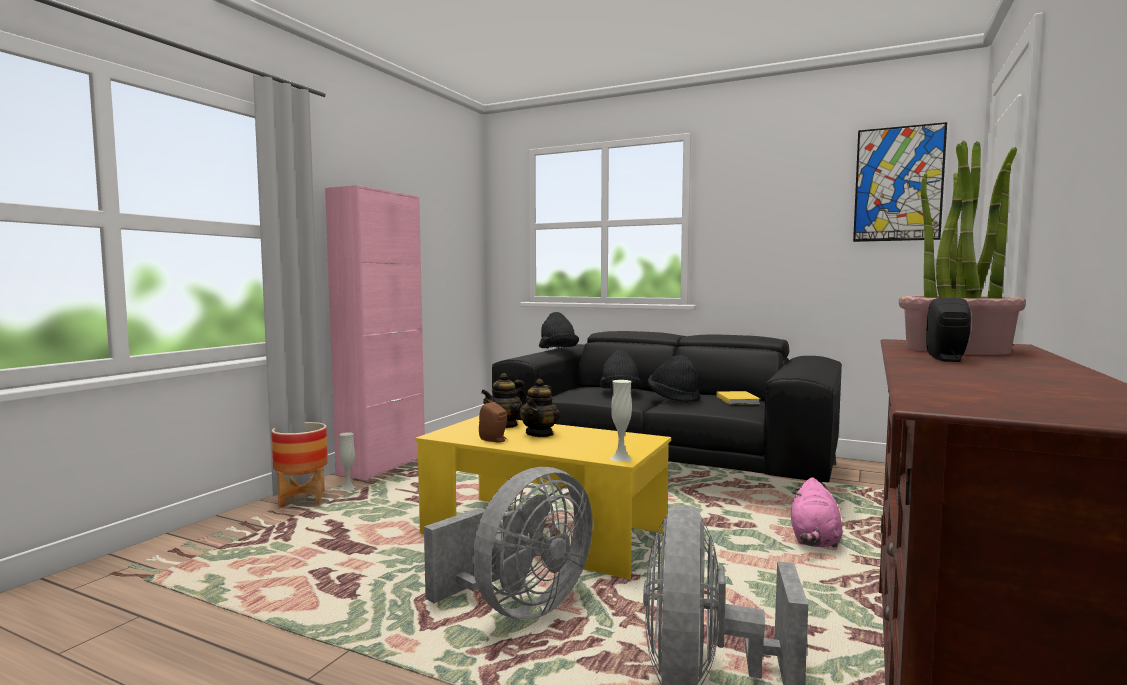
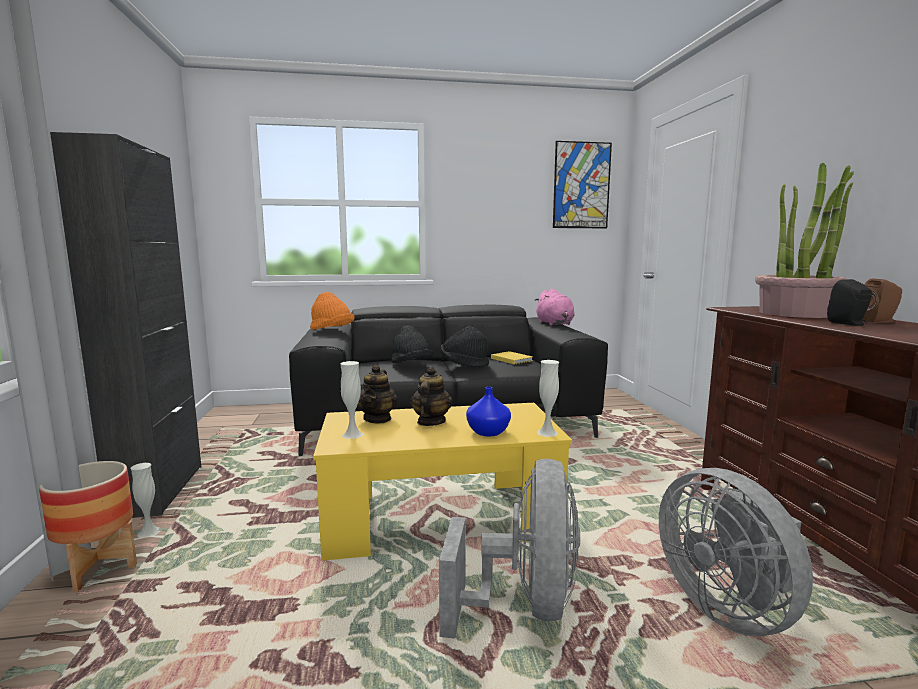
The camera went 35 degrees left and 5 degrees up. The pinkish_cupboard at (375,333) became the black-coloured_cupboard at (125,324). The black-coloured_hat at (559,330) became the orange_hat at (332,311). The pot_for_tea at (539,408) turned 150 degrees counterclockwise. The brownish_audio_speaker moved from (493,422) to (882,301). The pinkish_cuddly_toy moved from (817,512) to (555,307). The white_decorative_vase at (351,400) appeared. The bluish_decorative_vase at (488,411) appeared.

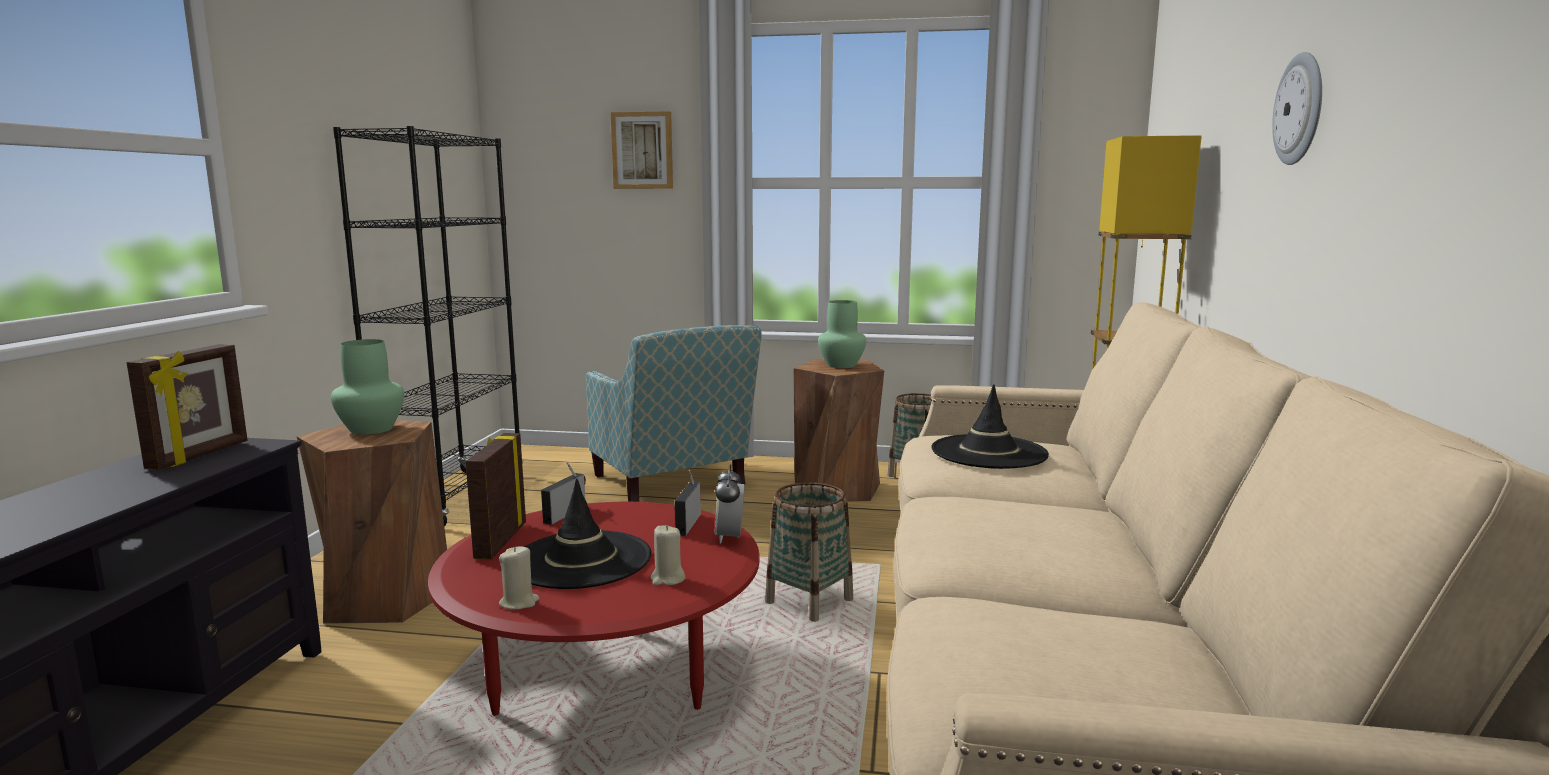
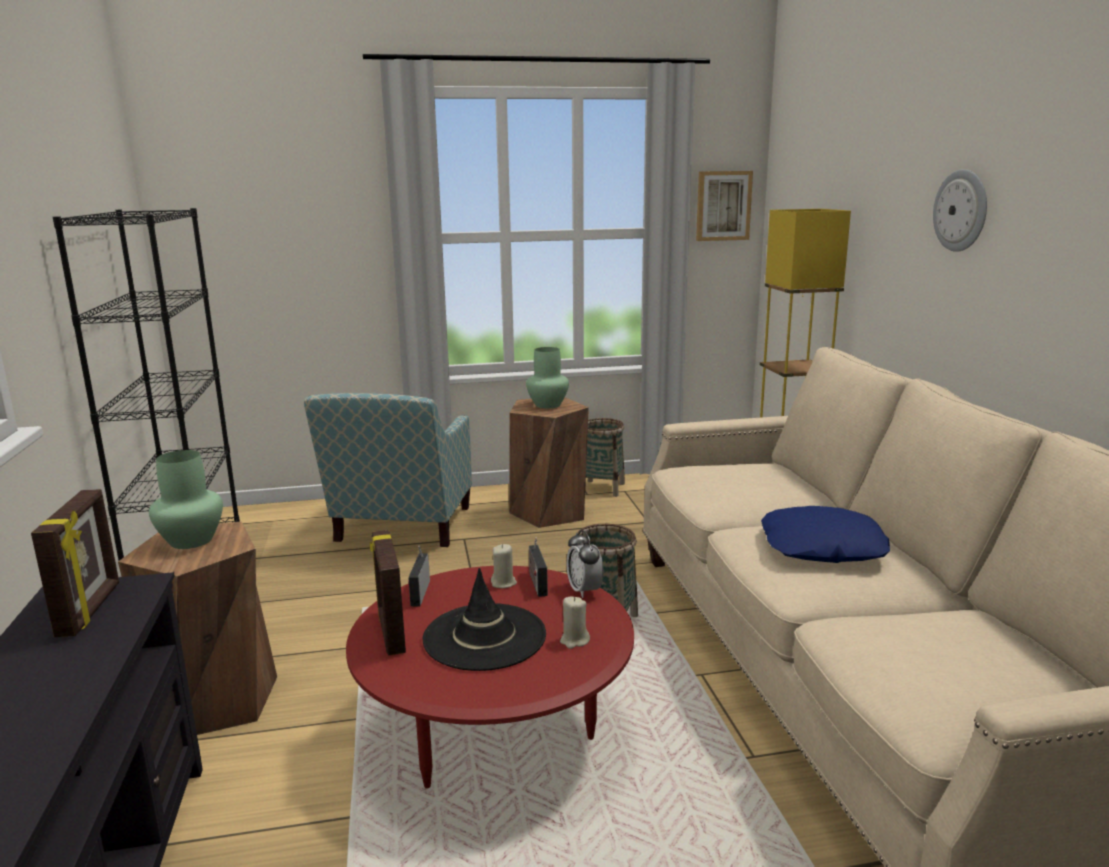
The camera went 20 degrees left and 5 degrees up. The wall_art moved from (642,150) to (724,206). The easy_chair at (674,413) turned 60 degrees clockwise. The black-coloured_hat at (990,426) disappeared. The beige-coloured_wax_light moved from (519,578) to (504,566). The bluish_throw_pillow at (825,534) appeared.

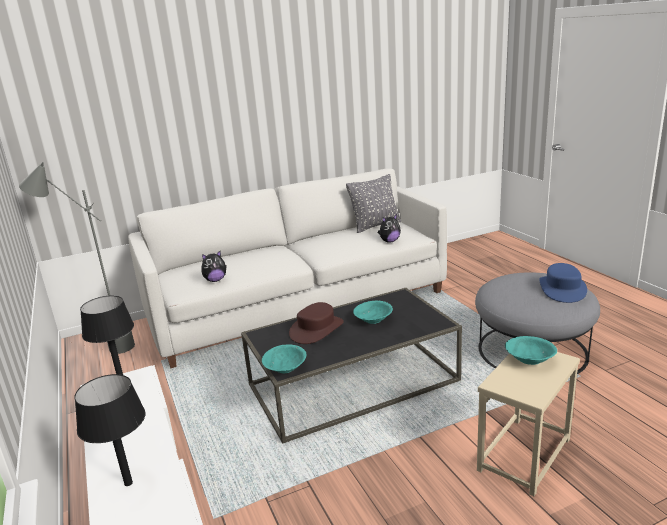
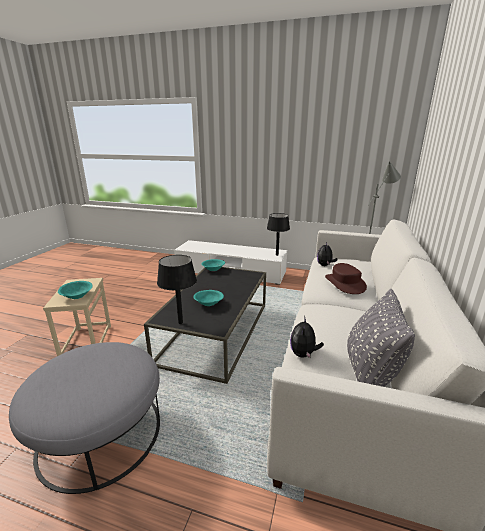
The camera went 130 degrees right and 0 degrees up. The bluish_hat at (563,283) disappeared. The brownish_hat moved from (316,323) to (346,278). The black-coloured_table_lamp moved from (110,430) to (177,289).

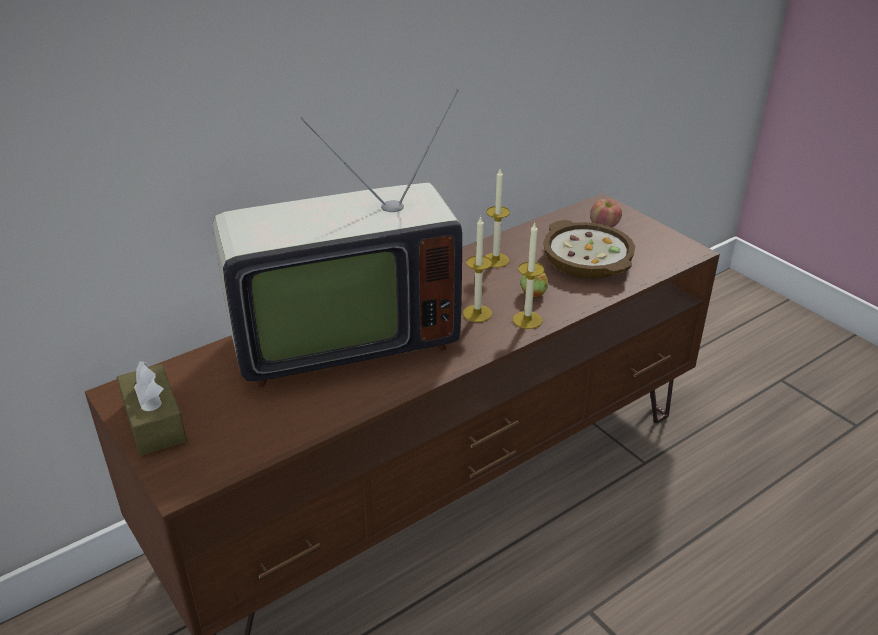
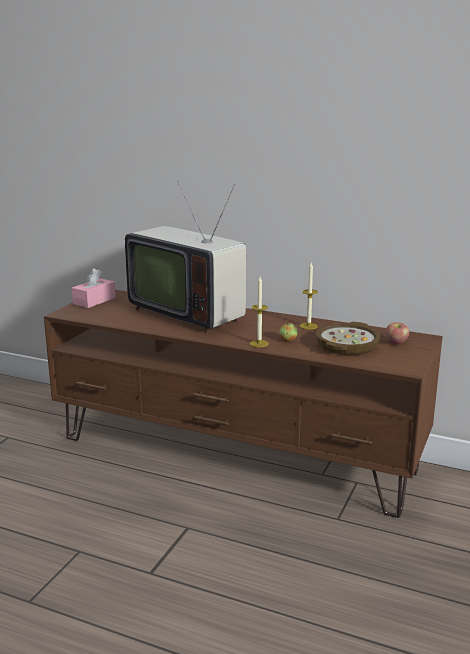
The camera went 60 degrees right and 15 degrees down. The wax_light at (477,269) disappeared. The brownish_tissue_box at (152,408) became the pinkish_tissue_box at (94,288).

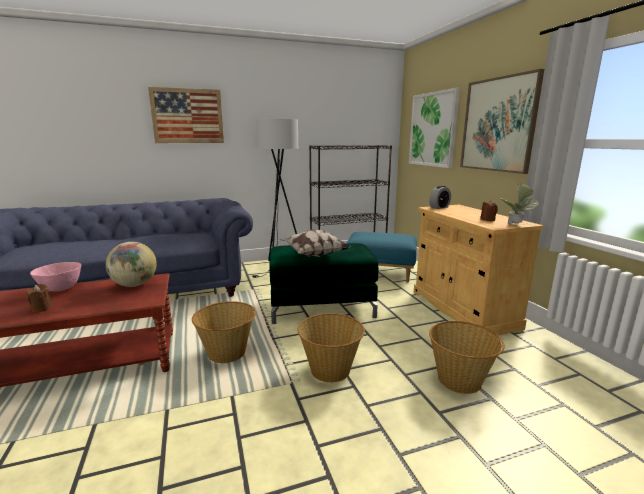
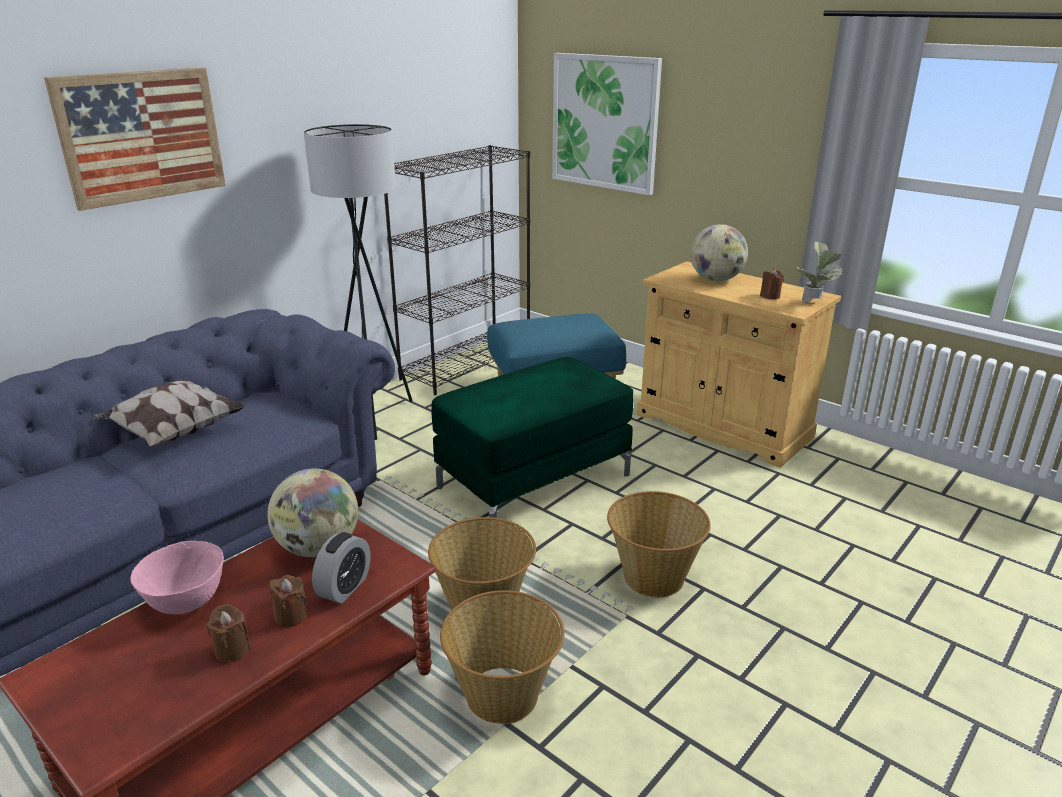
The camera went 30 degrees left and 10 degrees up. The wall_art at (502,121) disappeared. The bedside_clock moved from (440,197) to (341,567). The throw_pillow moved from (314,243) to (168,412). The storage_basket moved from (467,357) to (502,657). The world_globe at (719,252) appeared. The brownish_wax_light at (288,601) appeared.

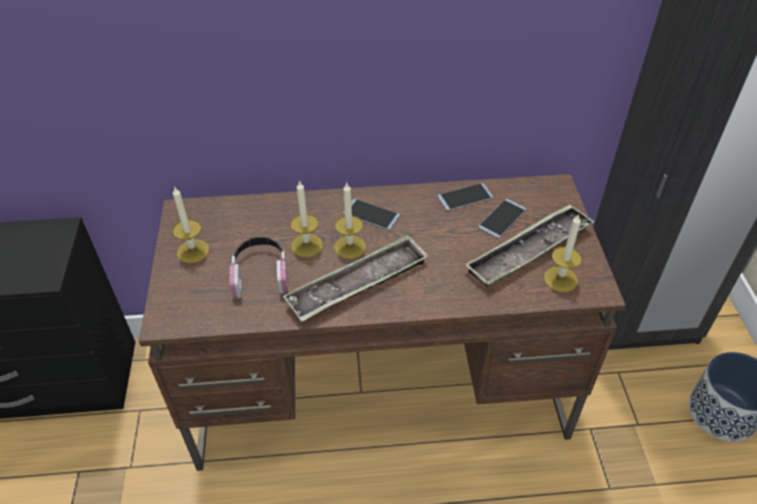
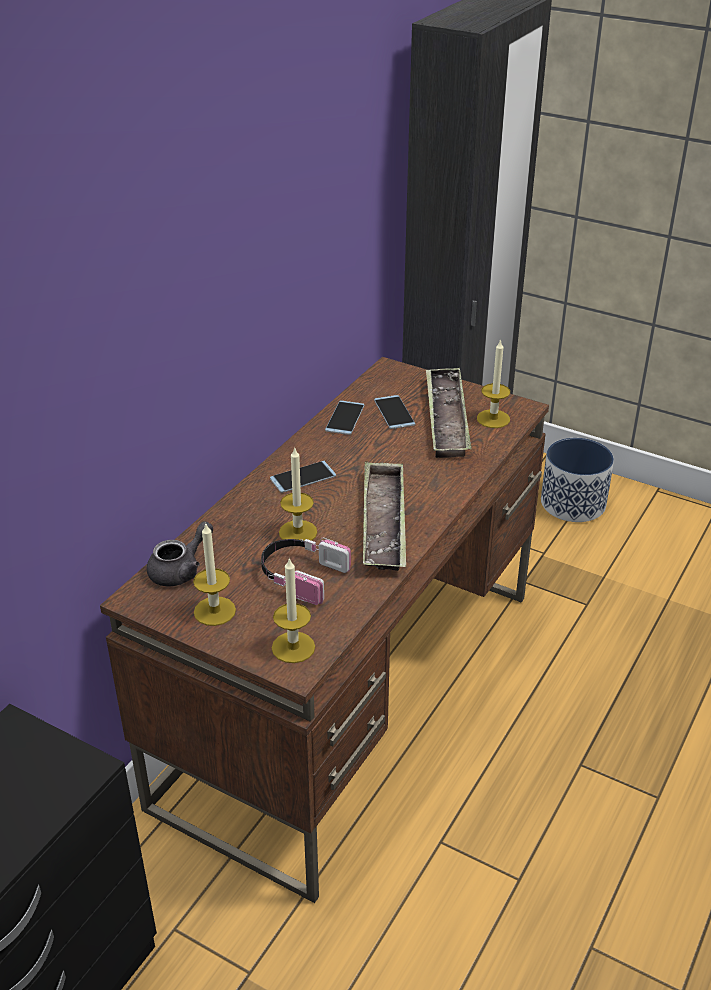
The camera went 55 degrees left and 10 degrees down. The wax_light moved from (350,220) to (293,610). The gray_pot_for_tea at (180,554) appeared.

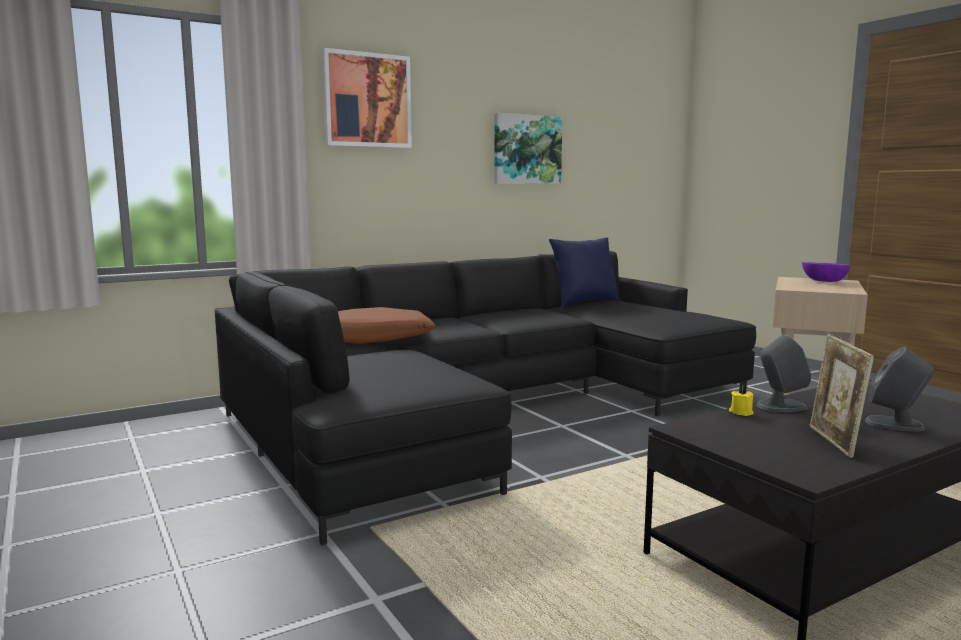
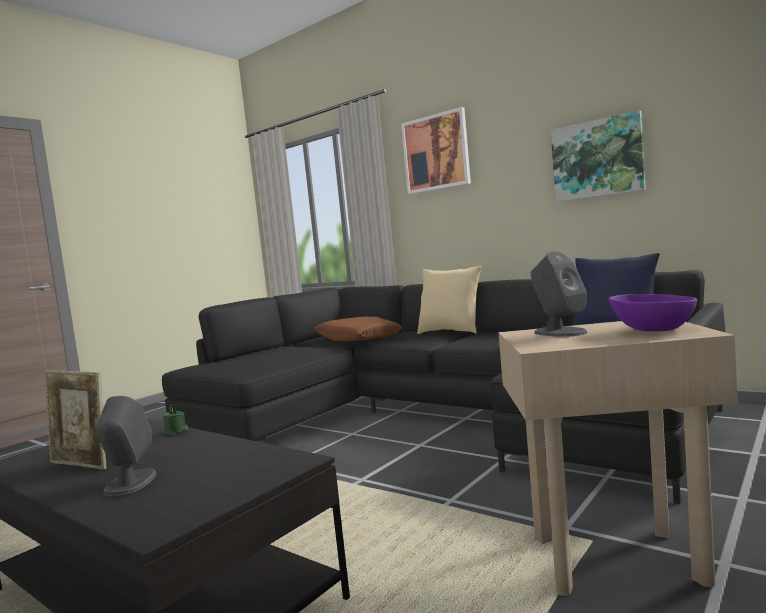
The camera went 70 degrees right and 5 degrees down. The picture_frame at (842,396) turned 135 degrees counterclockwise. The gray_audio_speaker moved from (784,373) to (559,294). The yellowish_wax_light at (741,399) became the greenish_wax_light at (176,419). The beige-coloured_throw_pillow at (449,300) appeared.

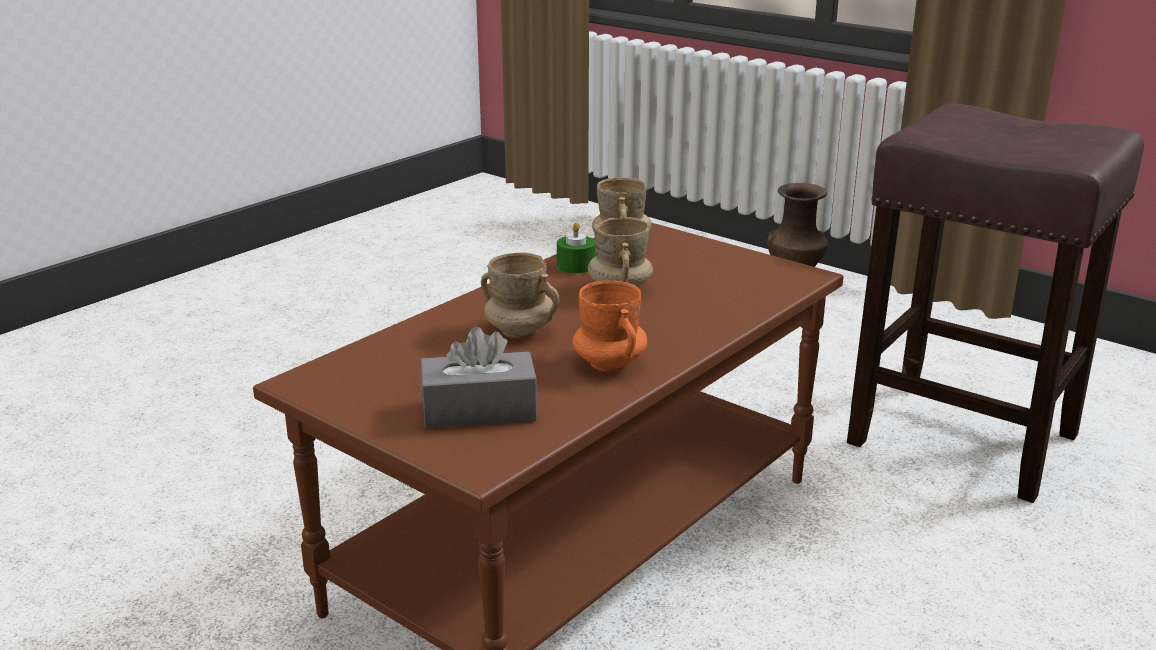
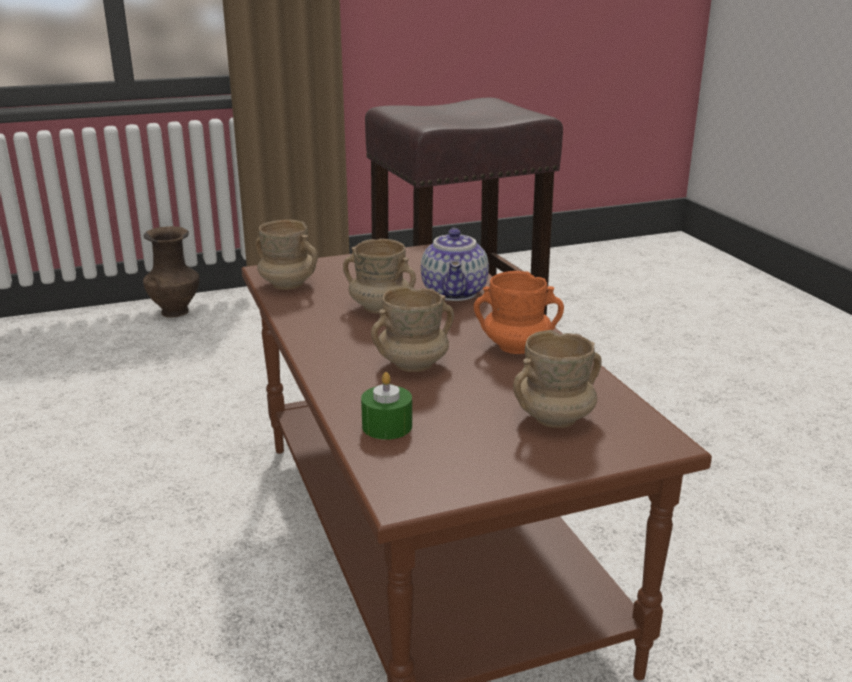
The camera went 60 degrees left and 0 degrees up. The greenish_wax_light moved from (576,247) to (386,406). The gray_tissue_box at (479,377) was replaced by the beige-coloured_coffee_mug at (557,379). The pot_for_tea at (455,264) appeared.

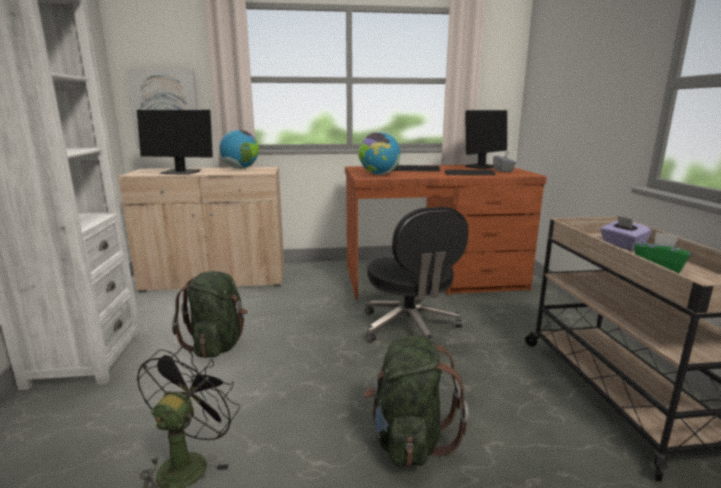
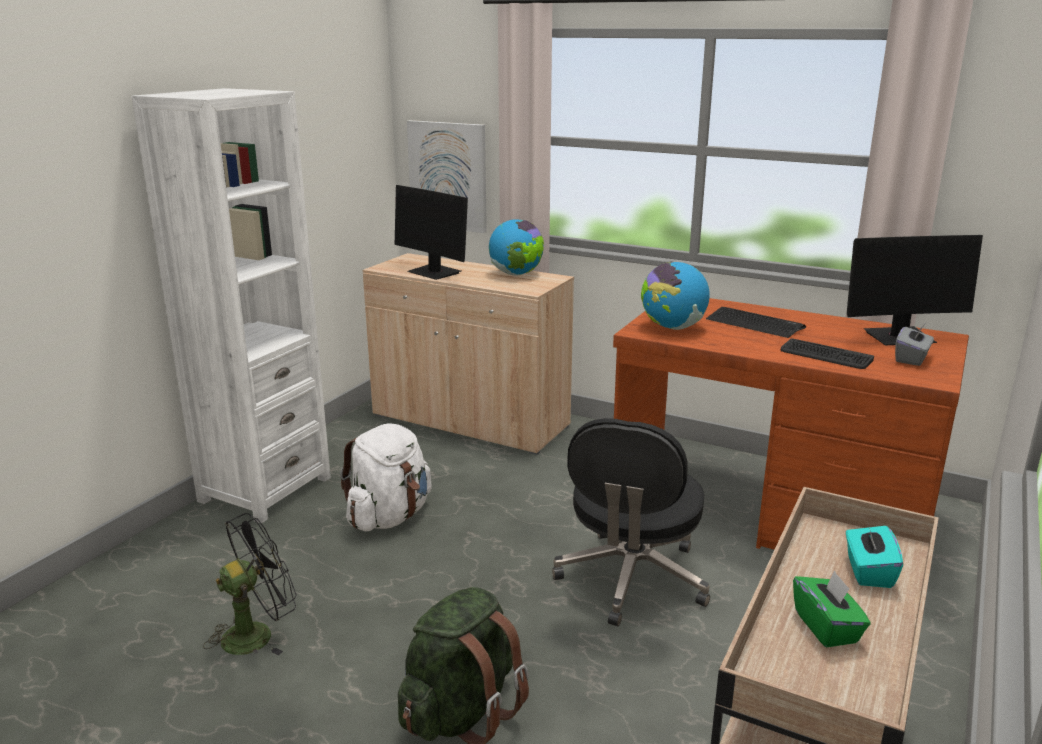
The camera went 35 degrees right and 5 degrees up. The purple_tissue_box at (626,233) became the blue-green_tissue_box at (874,553). The greenish_knapsack at (210,314) became the white_knapsack at (386,477).

